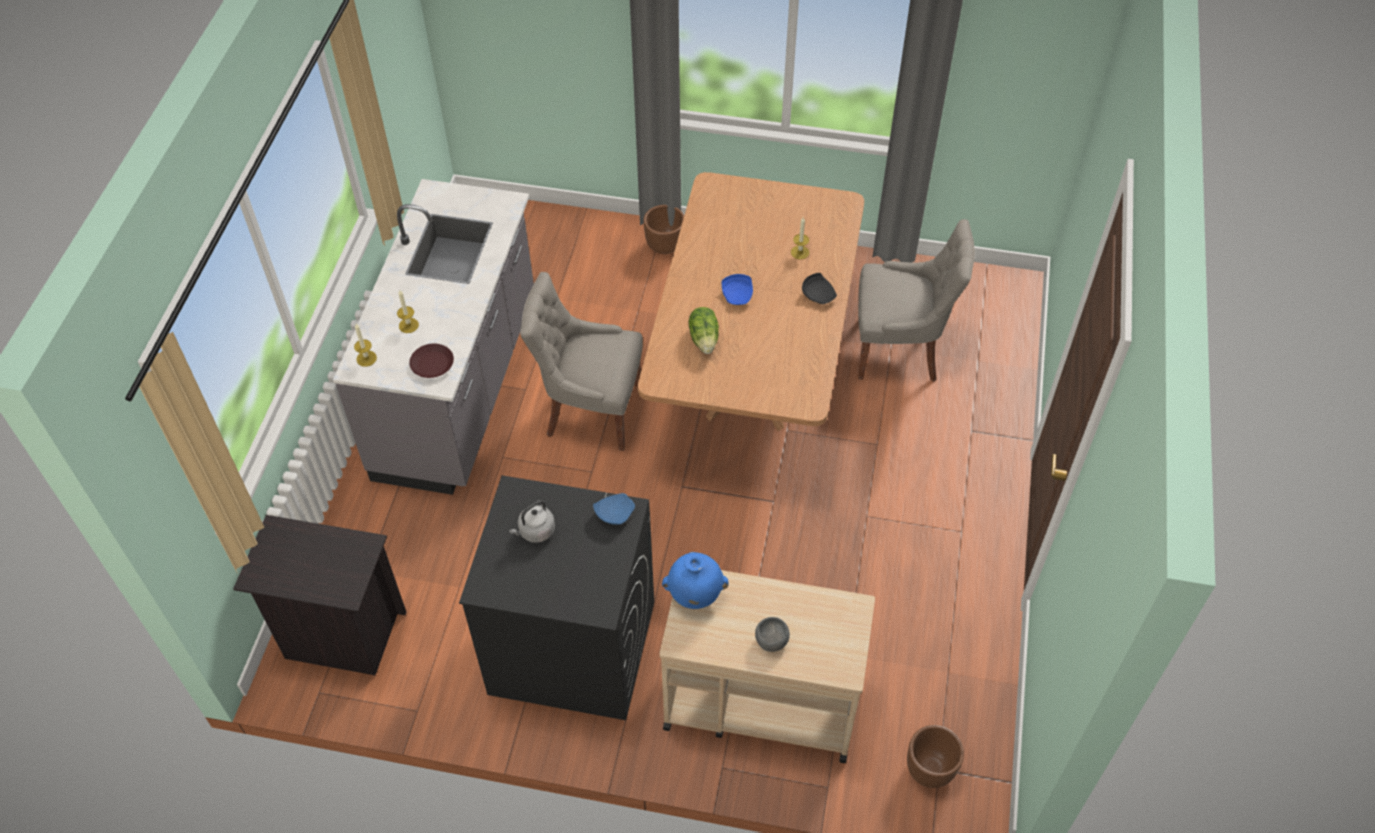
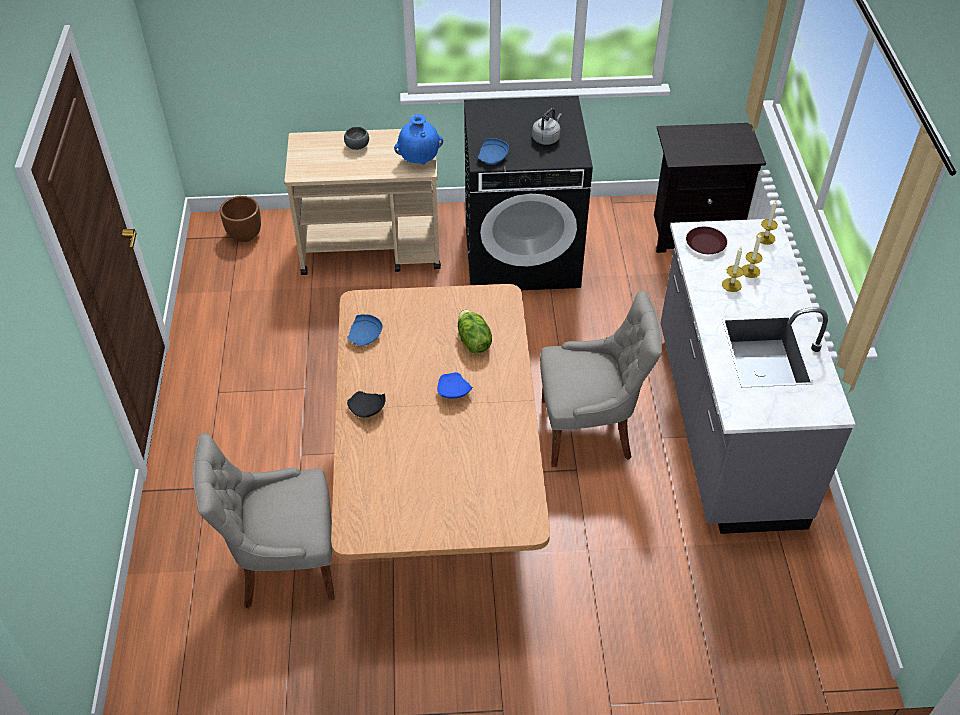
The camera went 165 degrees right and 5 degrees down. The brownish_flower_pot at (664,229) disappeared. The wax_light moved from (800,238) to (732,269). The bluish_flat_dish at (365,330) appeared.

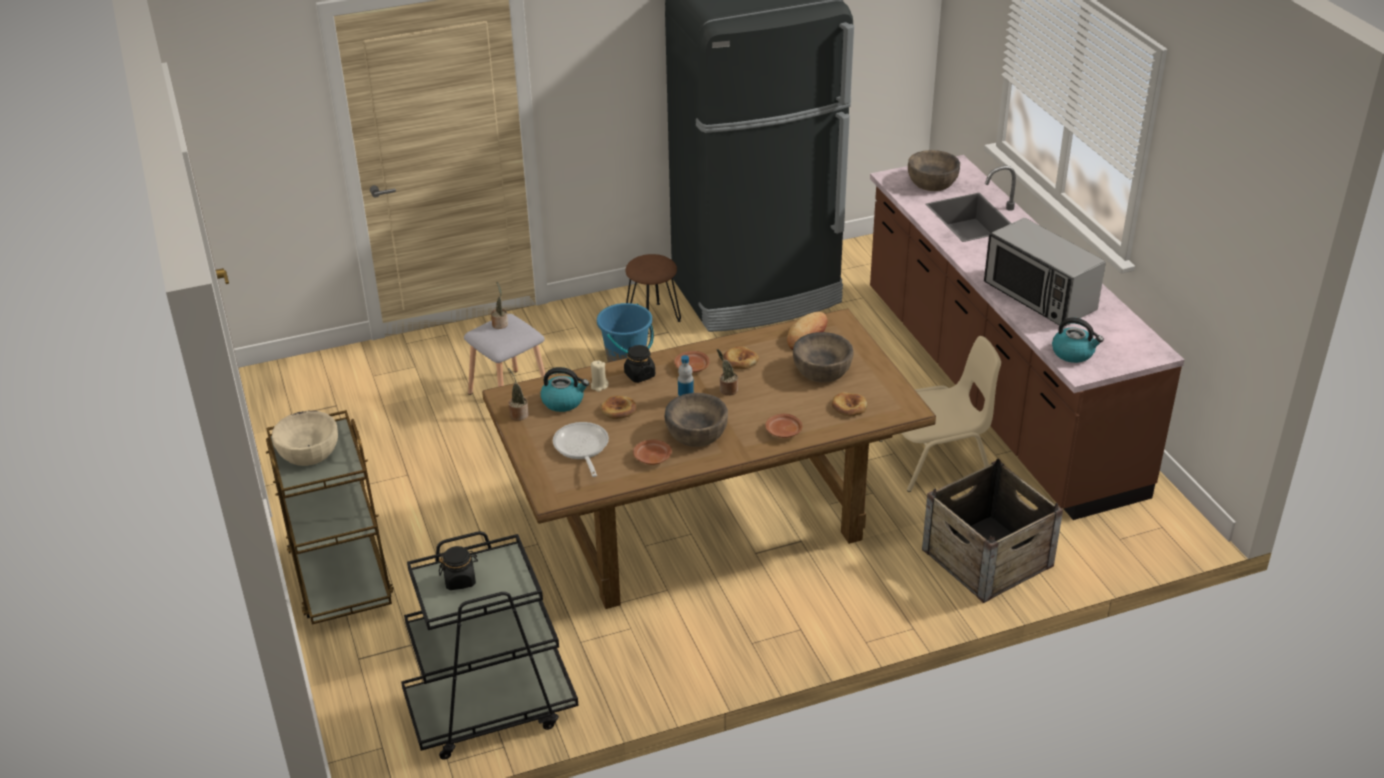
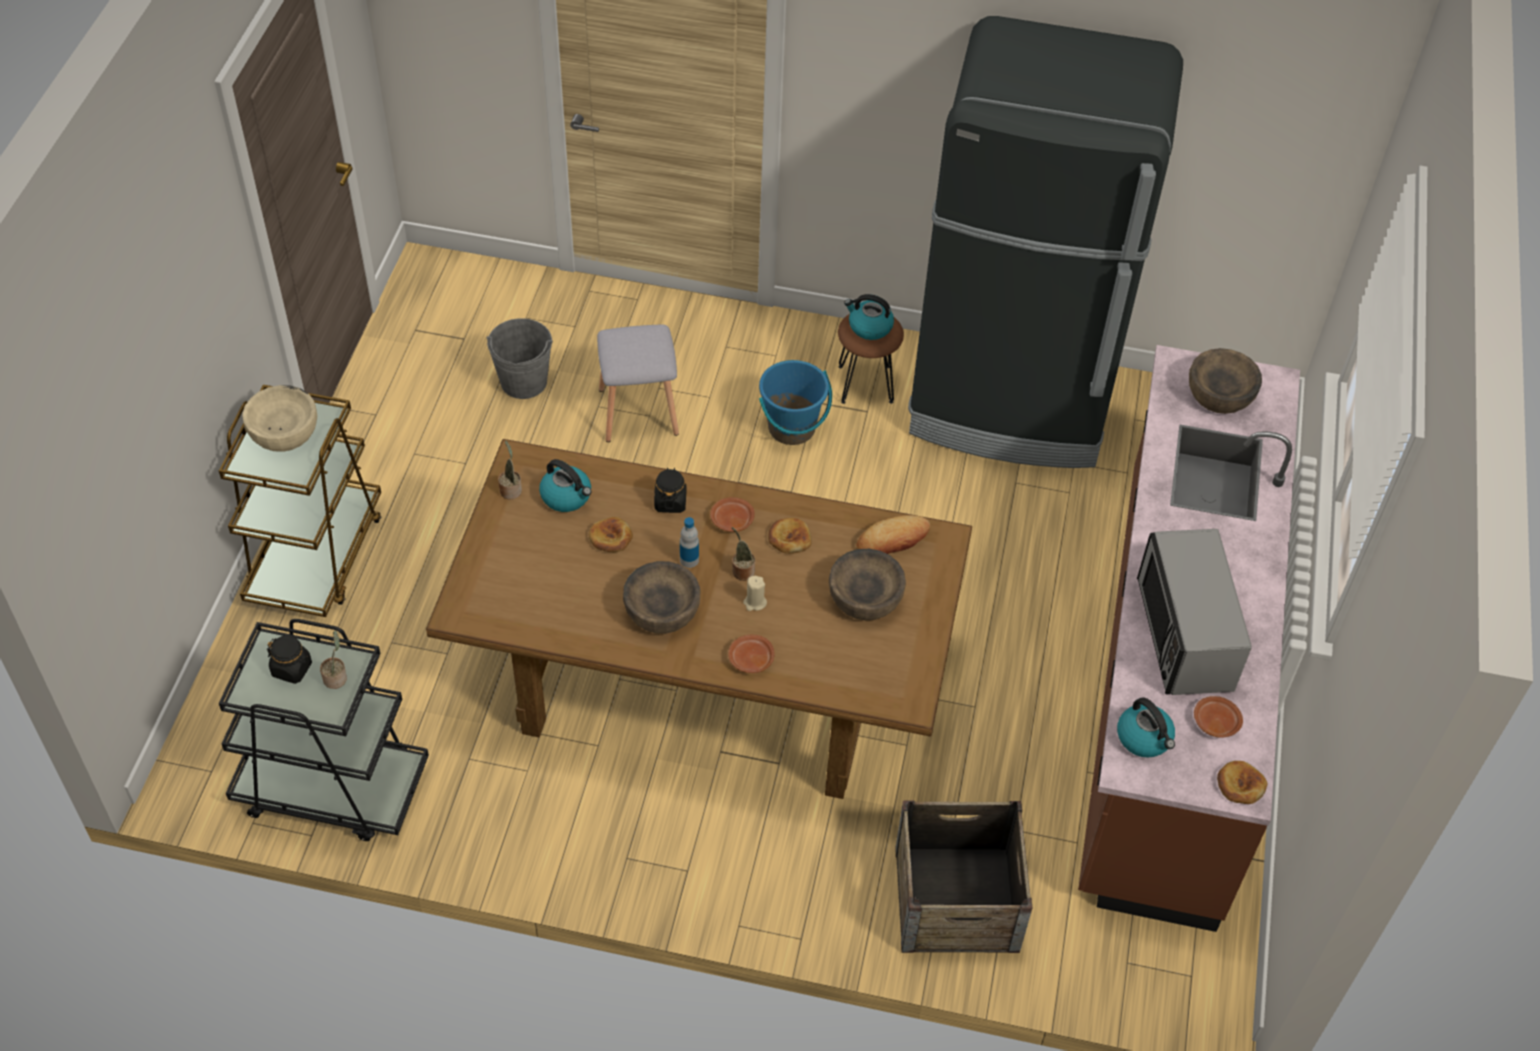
The camera went 30 degrees right and 15 degrees up. The plant_in_a_pot moved from (499,305) to (333,659). The beige-coloured_upright_chair at (940,414) disappeared. The beige-coloured_wax_light moved from (600,376) to (755,593). The bread moved from (849,404) to (1242,782). The frying_pan at (581,449) disappeared. The brownish_flat_dish moved from (652,452) to (1218,717). The kettle at (869,317) appeared. The gray_water_bucket at (520,358) appeared.

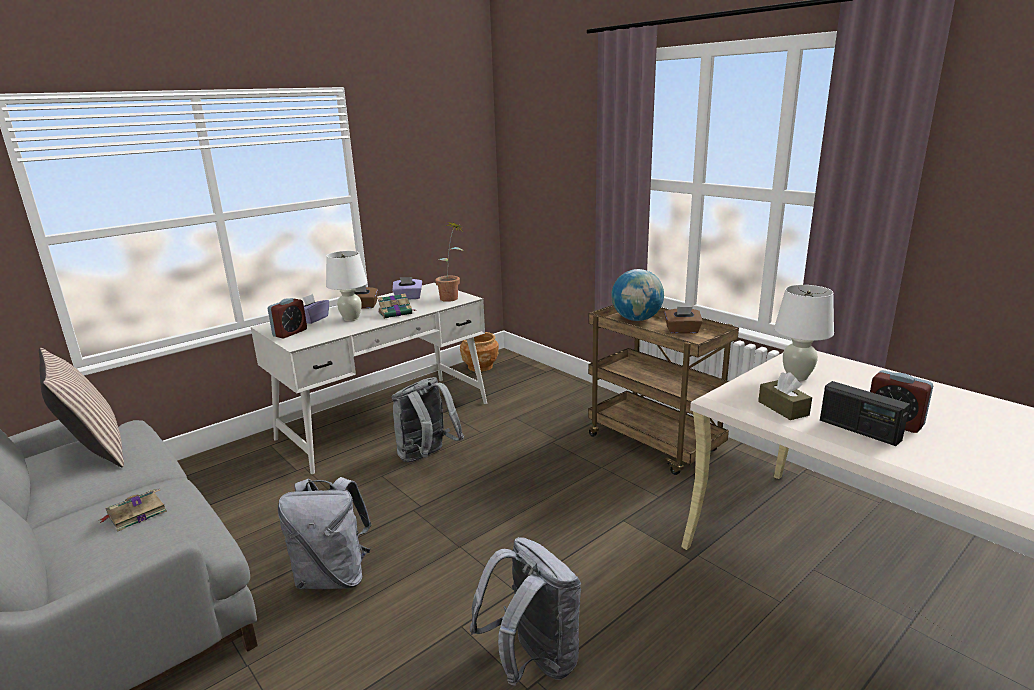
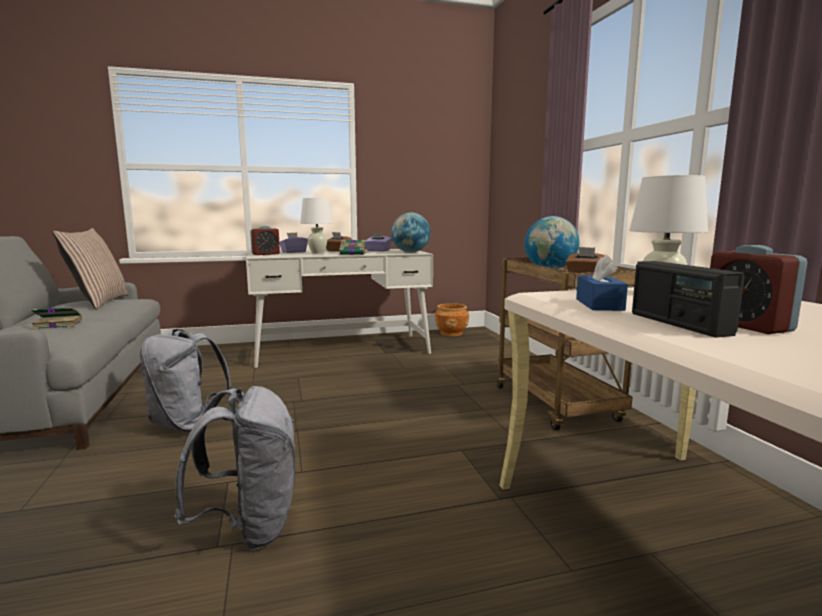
The camera went 25 degrees right and 10 degrees down. The plant_in_a_pot at (449,261) was replaced by the world_globe at (411,232). The brownish_tissue_box at (785,396) became the bluish_tissue_box at (602,282). The gray_knapsack at (427,419) disappeared.

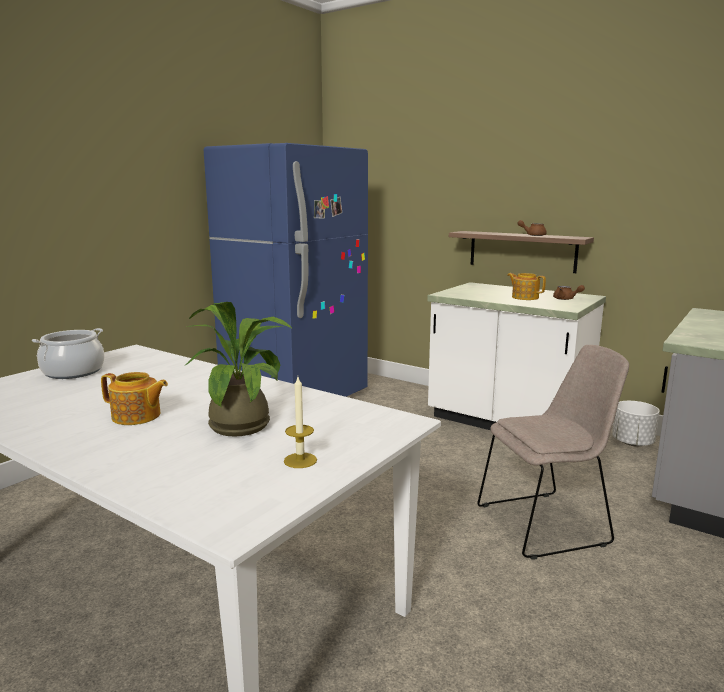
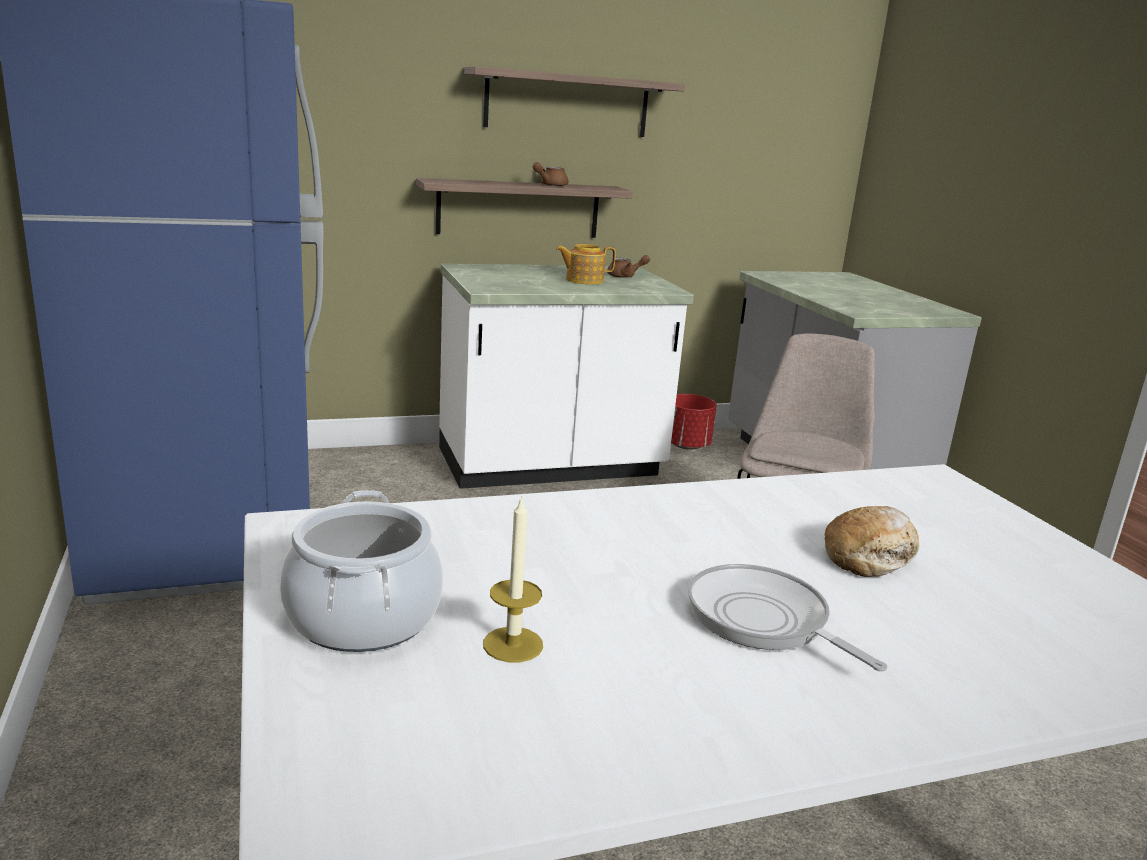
The camera went 55 degrees left and 5 degrees up. The plant_in_a_pot at (239,369) was replaced by the bread at (872,541). The pot_for_tea at (134,398) was replaced by the frying_pan at (787,618). The wax_light moved from (300,422) to (513,579). The white_flower_pot at (636,423) became the red_flower_pot at (694,422). The shelf at (574,101) appeared.

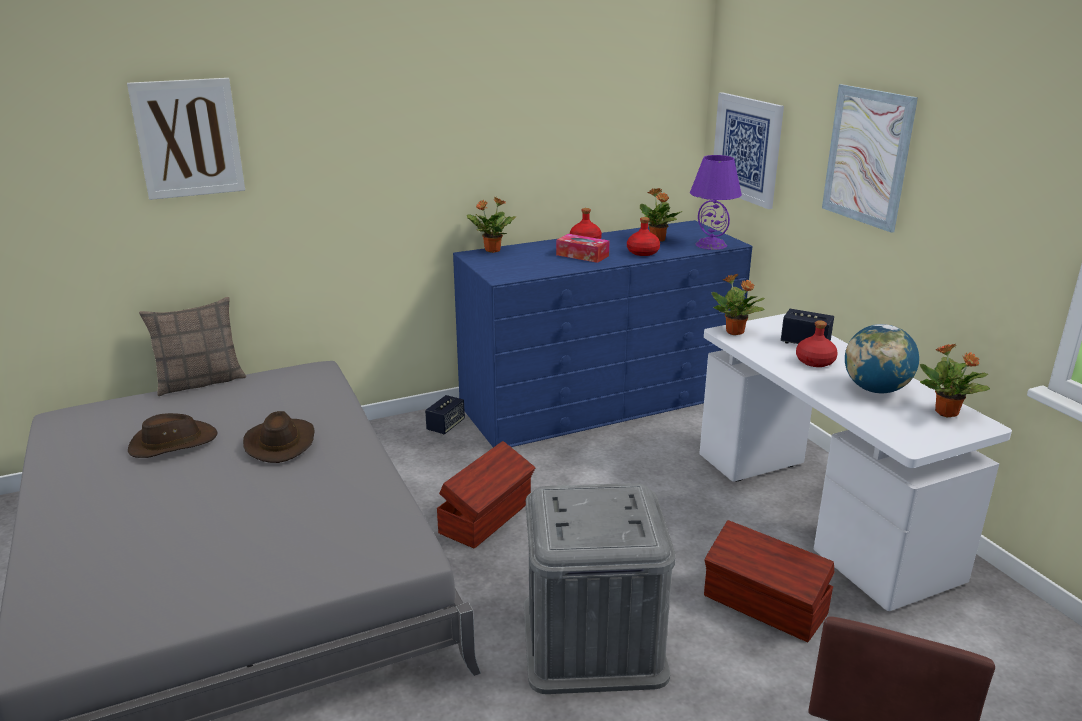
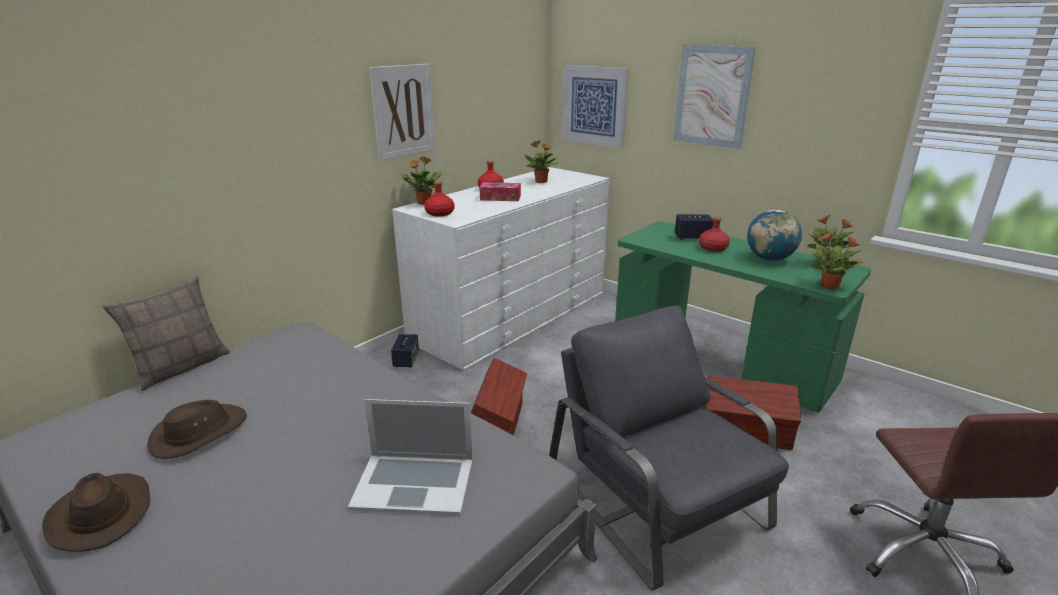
The camera went 25 degrees left and 0 degrees up. The wall_art moved from (186,139) to (402,112). The purple_table_lamp at (716,202) disappeared. The red_drink_bottle moved from (643,236) to (439,199). The bluish_chest_of_drawers at (602,333) became the white_chest_of_drawers at (501,268). The plant_in_a_pot moved from (738,304) to (836,261). The white_desk_unit at (855,462) became the greenish_desk_unit at (743,317). The brownish_hat moved from (279,437) to (96,512). The gray_storage_bin at (599,588) was replaced by the gray_easy_chair at (669,448). The portable_computer at (410,457) appeared.

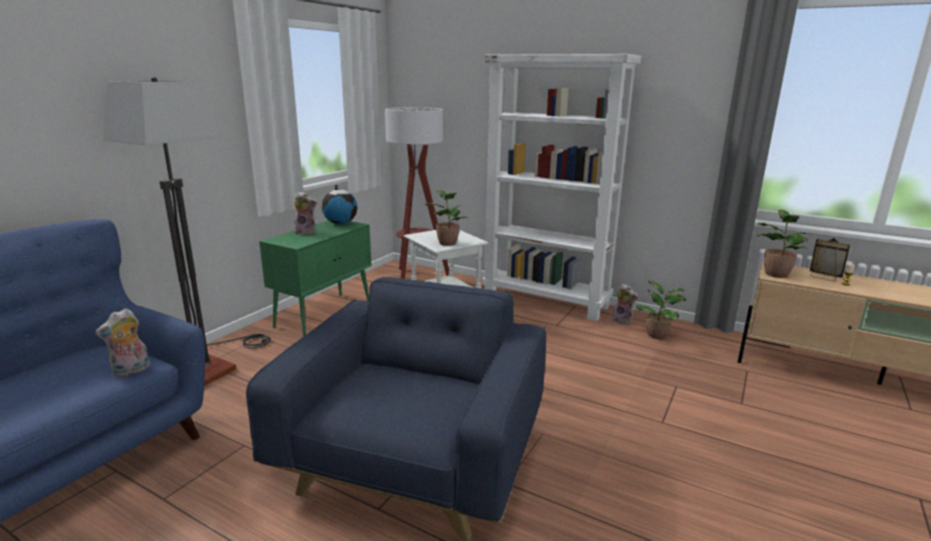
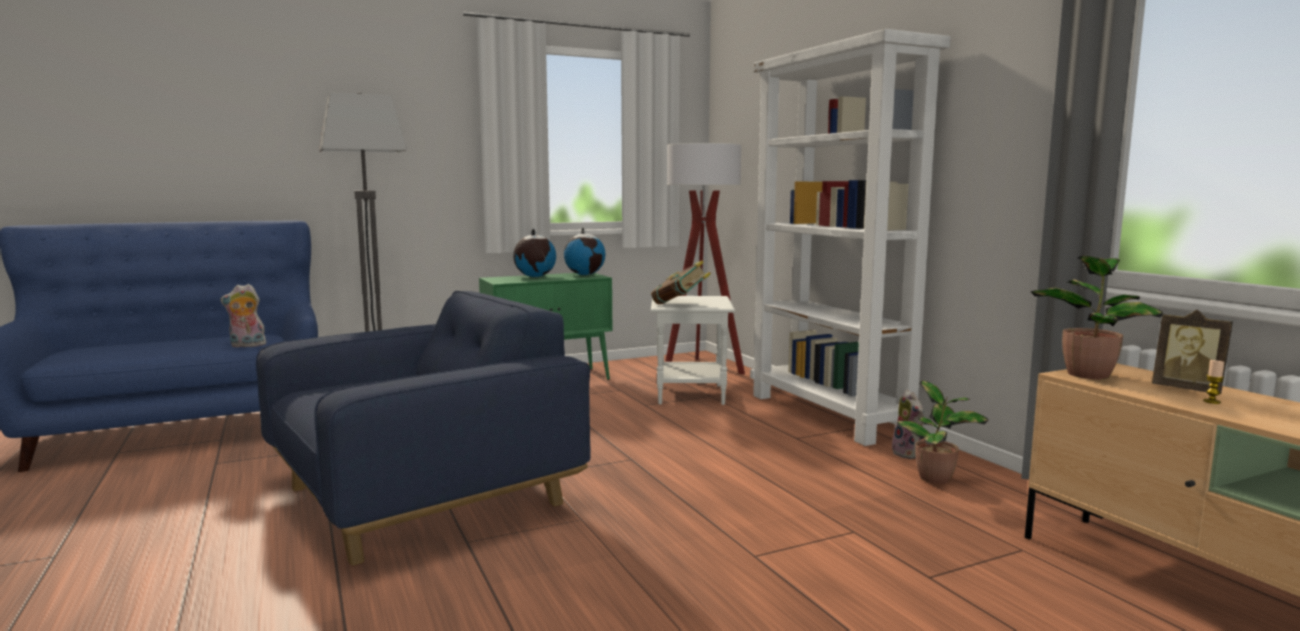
The camera went 35 degrees right and 10 degrees down. The plant_in_a_pot at (445,218) was replaced by the volume at (681,282). The cuddly_toy at (305,213) was replaced by the world_globe at (534,253). The picture_frame at (830,259) turned 150 degrees clockwise.

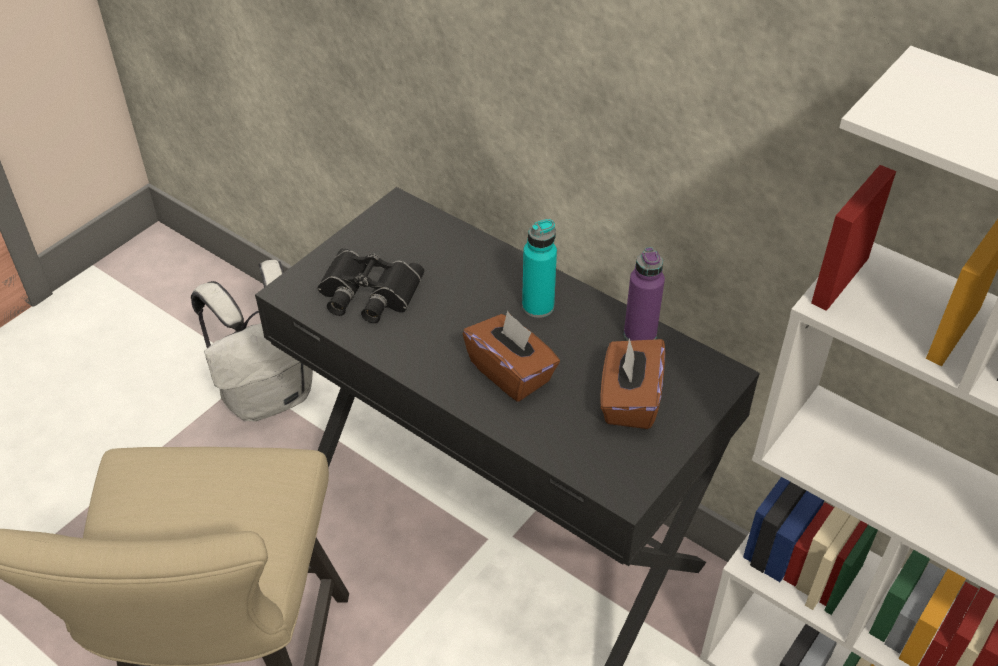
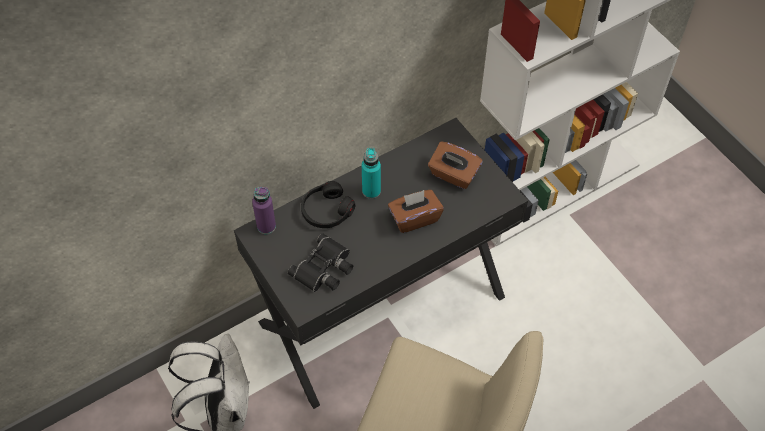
The camera went 70 degrees left and 10 degrees up. The purple_drink_bottle moved from (644,294) to (264,210). The black-coloured_headset at (328,204) appeared.

